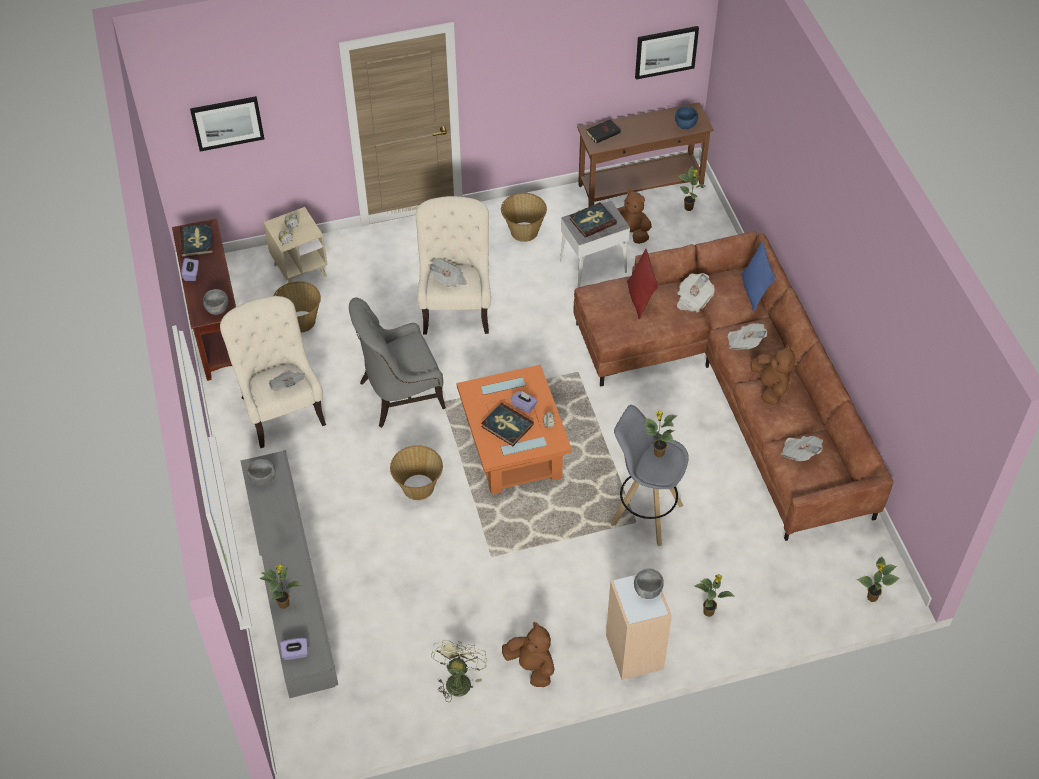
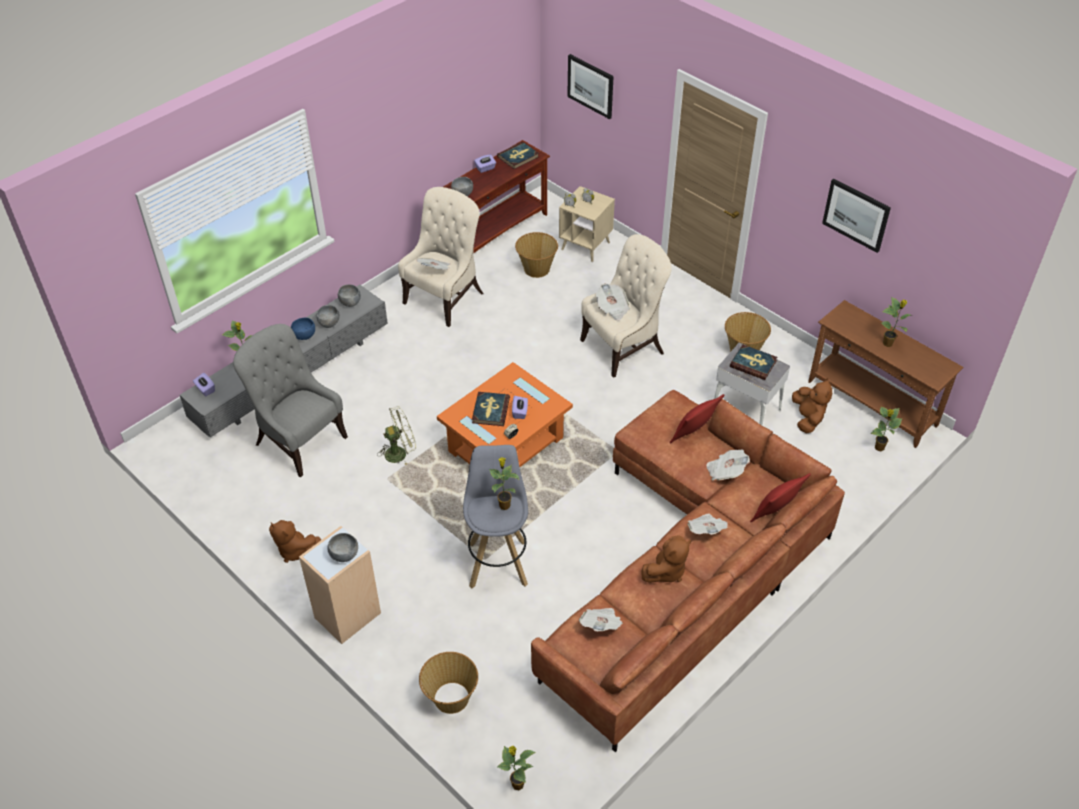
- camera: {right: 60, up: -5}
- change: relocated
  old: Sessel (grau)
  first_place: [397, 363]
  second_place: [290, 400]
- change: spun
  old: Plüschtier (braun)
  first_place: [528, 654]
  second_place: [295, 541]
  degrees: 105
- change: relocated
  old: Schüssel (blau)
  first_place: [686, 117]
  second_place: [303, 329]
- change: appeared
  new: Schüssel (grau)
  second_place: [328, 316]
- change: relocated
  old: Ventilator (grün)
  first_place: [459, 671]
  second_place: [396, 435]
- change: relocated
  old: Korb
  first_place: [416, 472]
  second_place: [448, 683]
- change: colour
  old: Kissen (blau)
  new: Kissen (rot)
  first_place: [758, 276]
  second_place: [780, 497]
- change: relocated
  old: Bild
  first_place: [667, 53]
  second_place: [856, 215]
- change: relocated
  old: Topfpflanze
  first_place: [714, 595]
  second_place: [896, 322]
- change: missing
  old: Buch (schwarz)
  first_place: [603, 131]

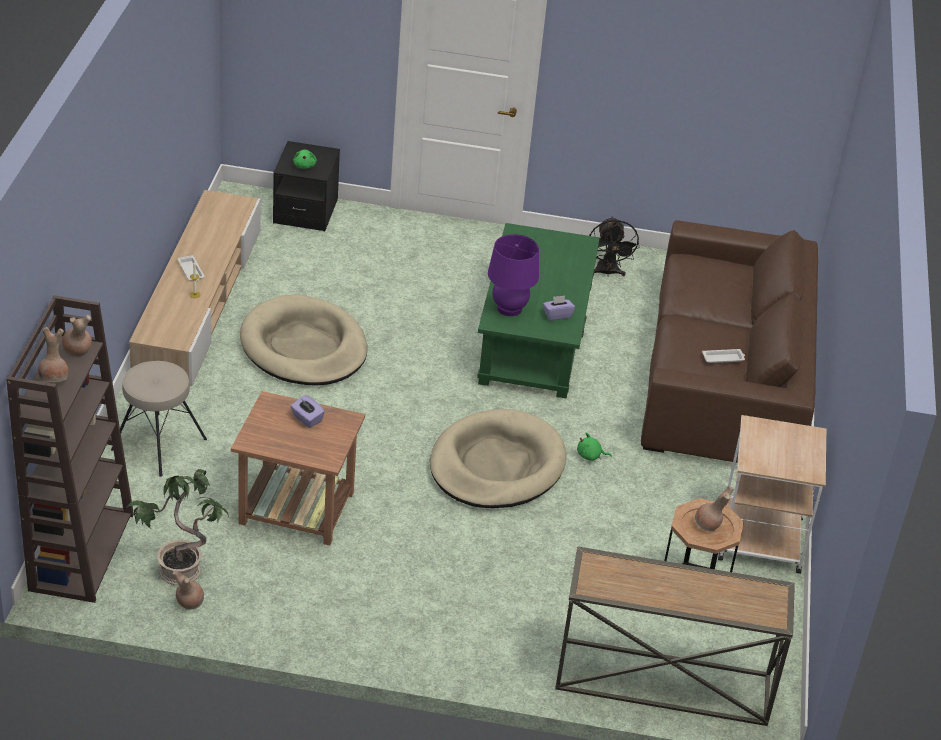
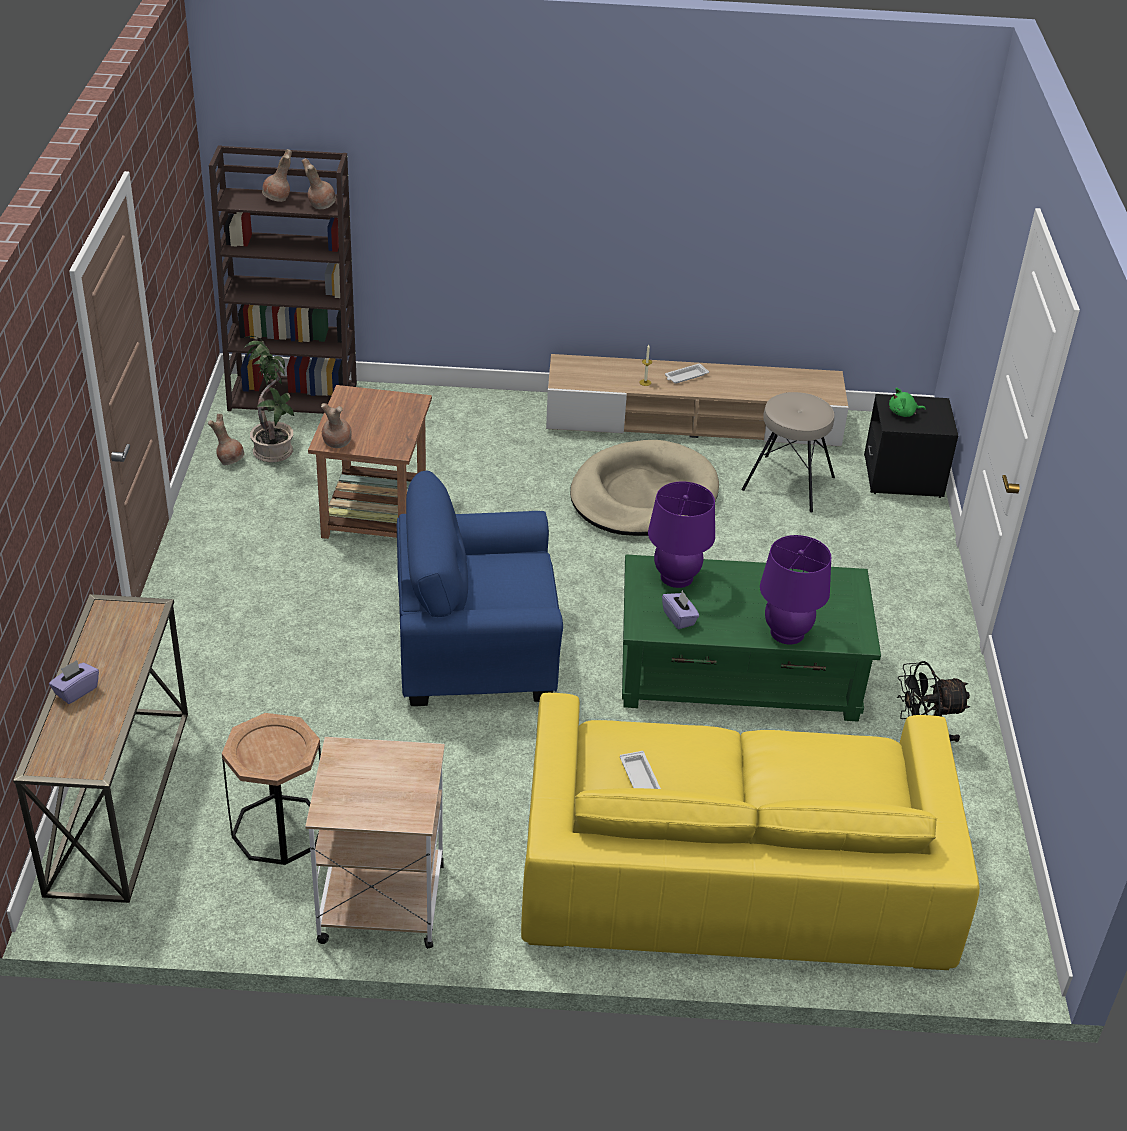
- camera: {right: 85, up: 0}
- change: relocated
  old: Taschentuchbox (lila)
  first_place: [307, 411]
  second_place: [74, 682]
- change: relocated
  old: Vase (braun)
  first_place: [714, 509]
  second_place: [336, 425]
- change: exchanged
  old: Hundebett (beige)
  new: Sessel (blau)
  first_place: [498, 458]
  second_place: [480, 588]
- change: colour
  old: Sofa (braun)
  new: Sofa (gelb)
  first_place: [729, 341]
  second_place: [750, 831]
- change: relocated
  old: Hocker (beige)
  first_place: [159, 419]
  second_place: [788, 452]
- change: appeared
  new: Tischlampe (lila)
  second_place: [795, 590]
- change: missing
  old: Plüschtier (grün)
  first_place: [594, 446]

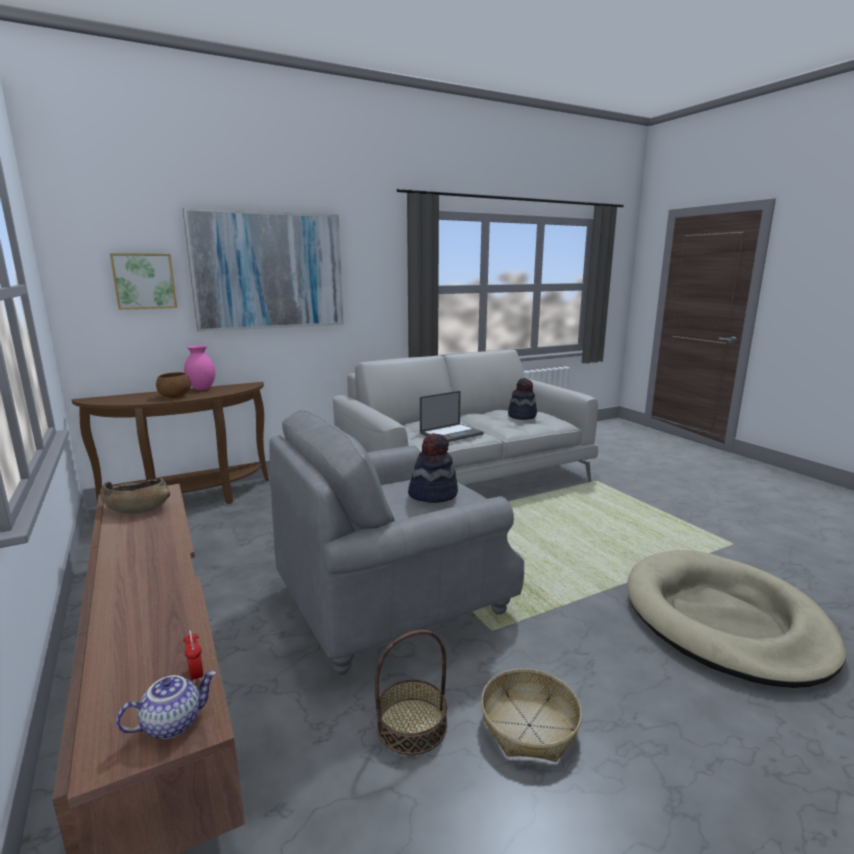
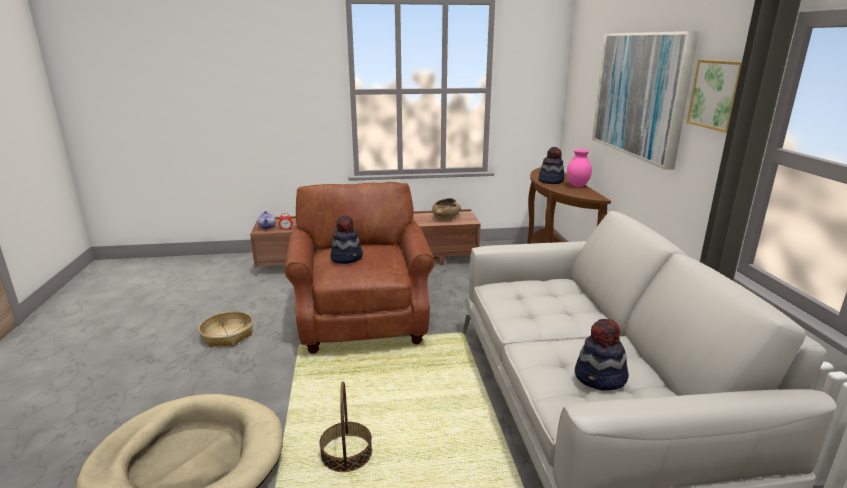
- camera: {right: 110, up: 5}
- change: colour
  old: Sessel (grau)
  new: Sessel (braun)
  first_place: [396, 542]
  second_place: [360, 268]
- change: relocated
  old: Korb
  first_place: [411, 692]
  second_place: [345, 426]
- change: exchanged
  old: Schüssel (braun)
  new: Hut
  first_place: [173, 385]
  second_place: [552, 165]
- change: relocated
  old: Bild
  first_place: [143, 281]
  second_place: [714, 96]
- change: missing
  old: Laptop
  first_place: [452, 416]

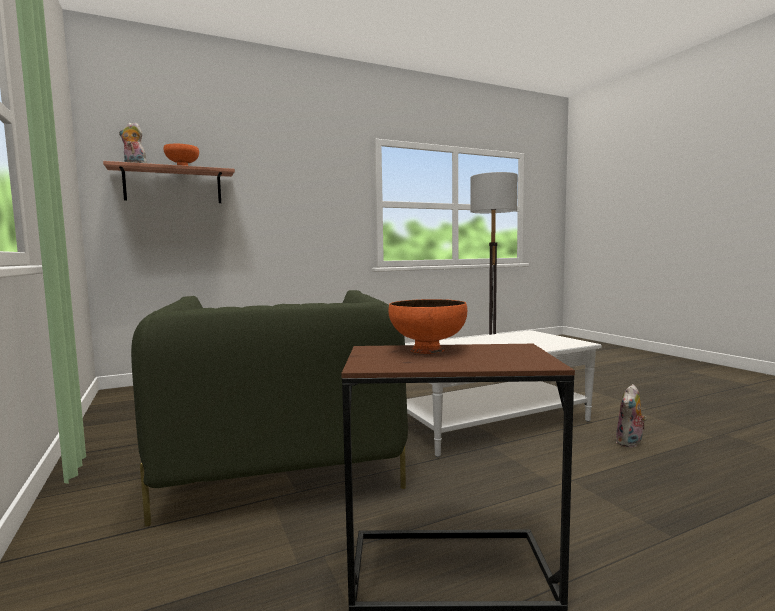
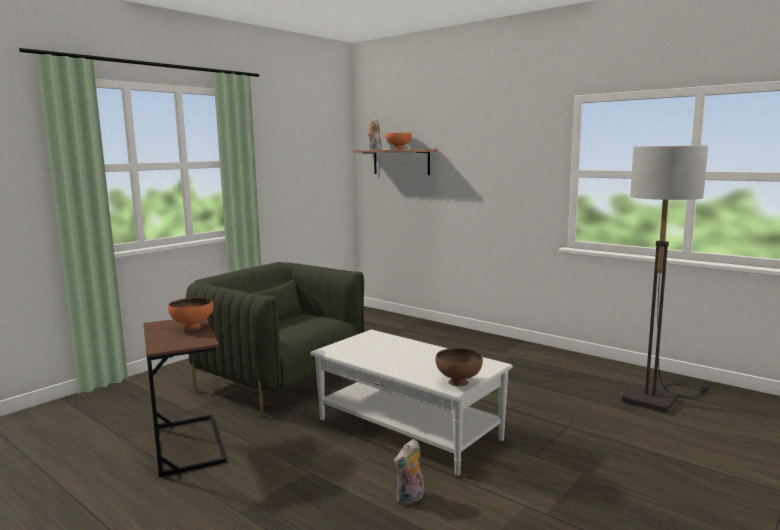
- camera: {right: 65, up: 5}
- change: spun
  old: Sessel (grün)
  first_place: [269, 408]
  second_place: [275, 339]
  degrees: 75
- change: spun
  old: Plüschtier
  first_place: [631, 415]
  second_place: [409, 472]
  degrees: -60
- change: appeared
  new: Schüssel (braun)
  second_place: [459, 367]

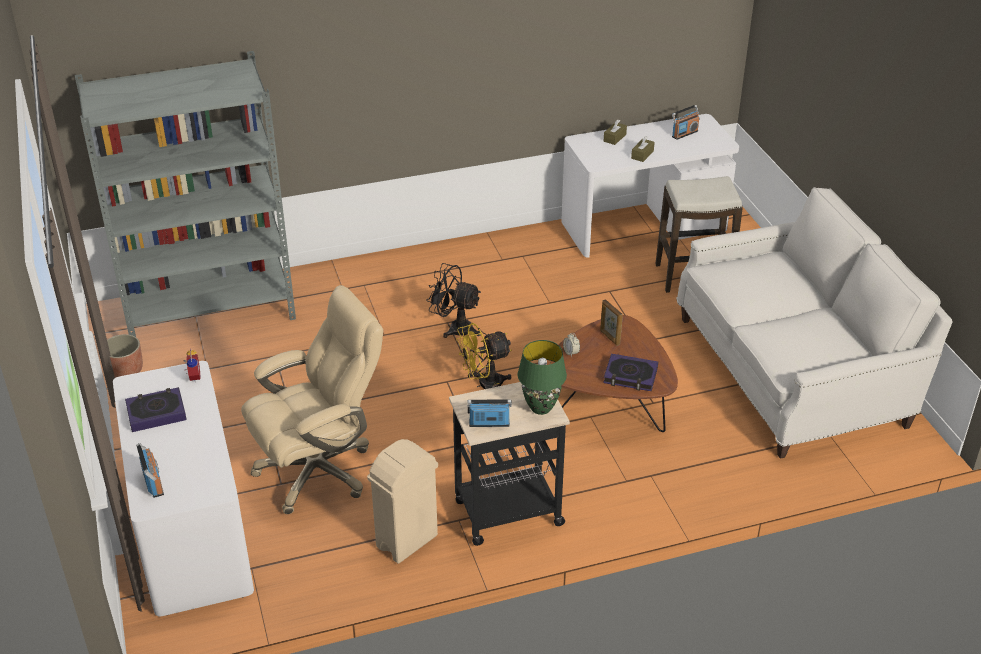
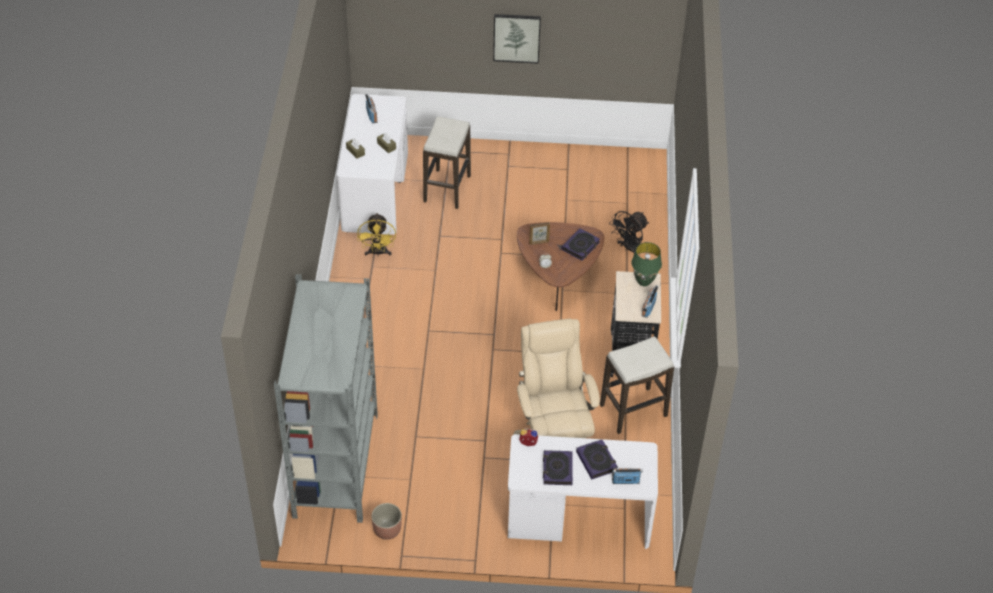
- camera: {right: -70, up: 10}
- change: relocated
  old: Ventilator (gelb)
  first_place: [484, 356]
  second_place: [376, 234]
- change: appeared
  new: Bild
  second_place: [517, 39]
- change: appeared
  new: Buch
  second_place: [597, 460]
- change: exchanged
  old: Mülleimer (beige)
  new: Hocker
  first_place: [402, 501]
  second_place: [637, 385]
- change: relocated
  old: Ventilator (schwarz)
  first_place: [453, 300]
  second_place: [629, 232]
- change: missing
  old: Sofa (weiß)
  first_place: [814, 323]

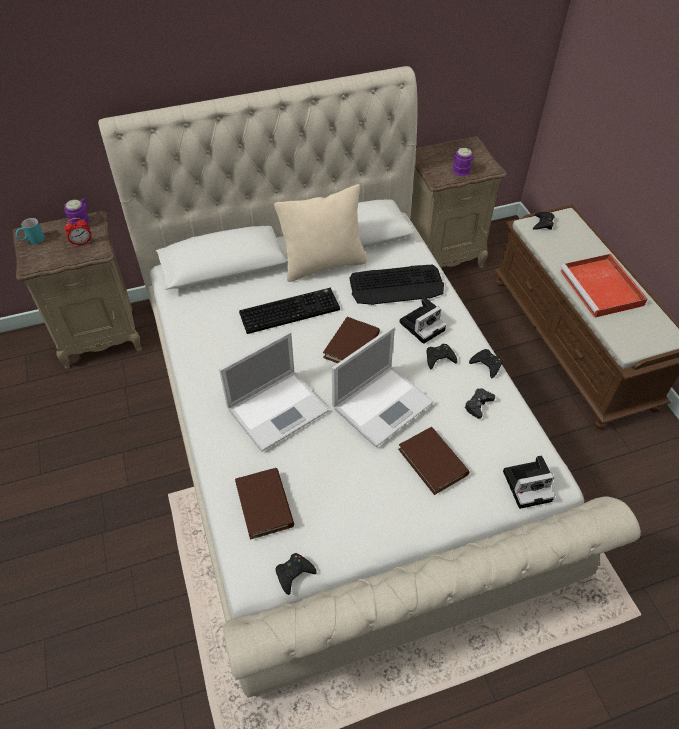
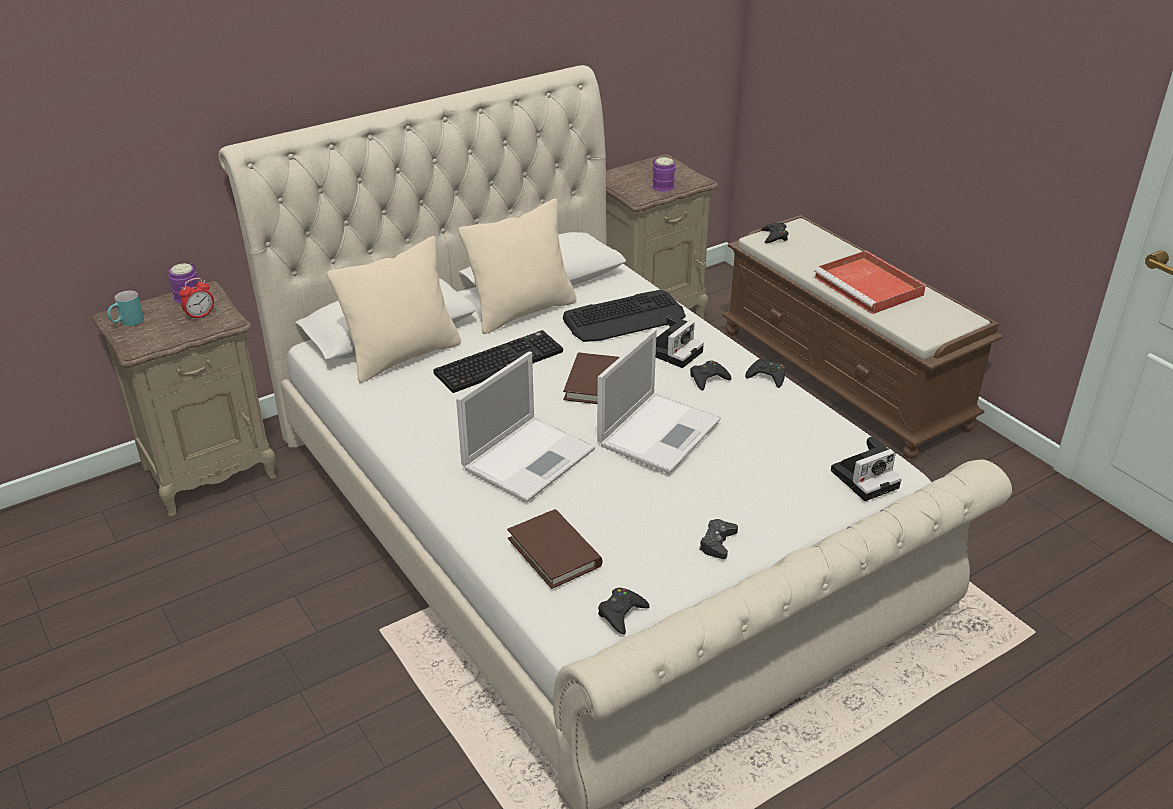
- camera: {right: -15, up: -15}
- change: appeared
  new: Kissen (beige)
  second_place: [394, 309]
- change: relocated
  old: Gamepad (schwarz)
  first_place: [479, 403]
  second_place: [718, 539]
- change: missing
  old: Buch (braun)
  first_place: [433, 461]

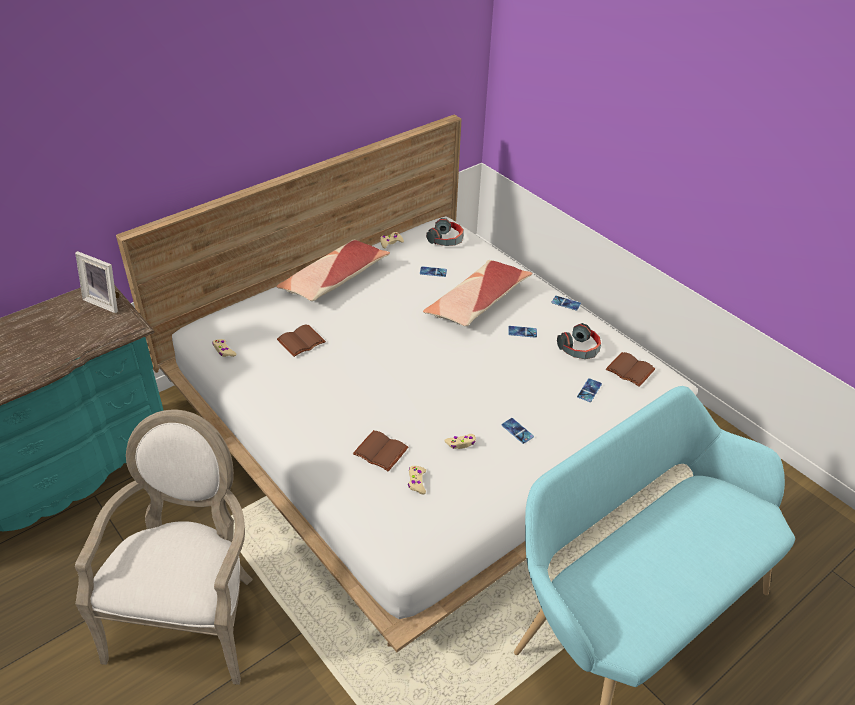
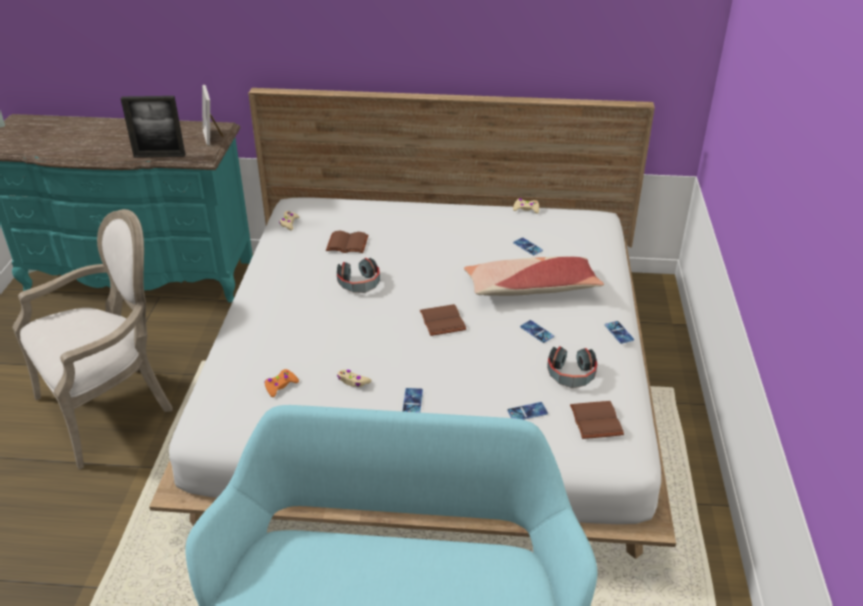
- camera: {right: 45, up: -5}
- change: appeared
  new: Bilderrahmen
  second_place: [153, 127]
- change: colour
  old: Gamepad (beige)
  new: Gamepad (orange)
  first_place: [417, 480]
  second_place: [281, 383]
- change: relocated
  old: Kopfhörer
  first_place: [445, 232]
  second_place: [358, 275]
- change: relocated
  old: Buch (braun)
  first_place: [380, 450]
  second_place: [443, 320]
- change: missing
  old: Kissen
  first_place: [333, 270]

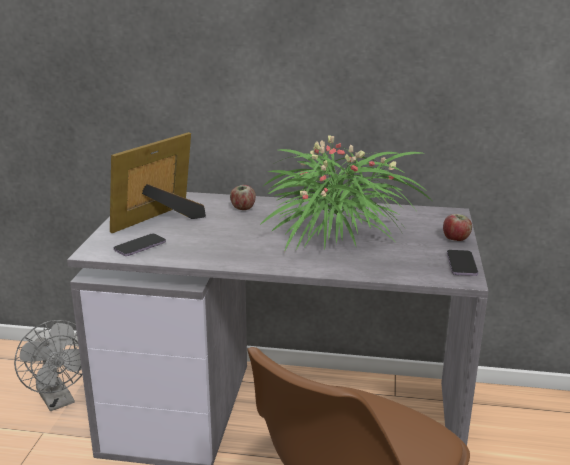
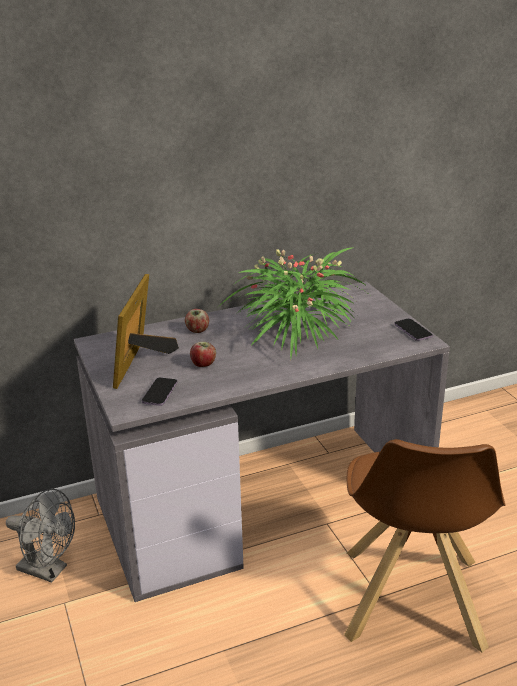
- camera: {right: -30, up: 5}
- change: relocated
  old: Apfel
  first_place: [457, 227]
  second_place: [203, 354]

